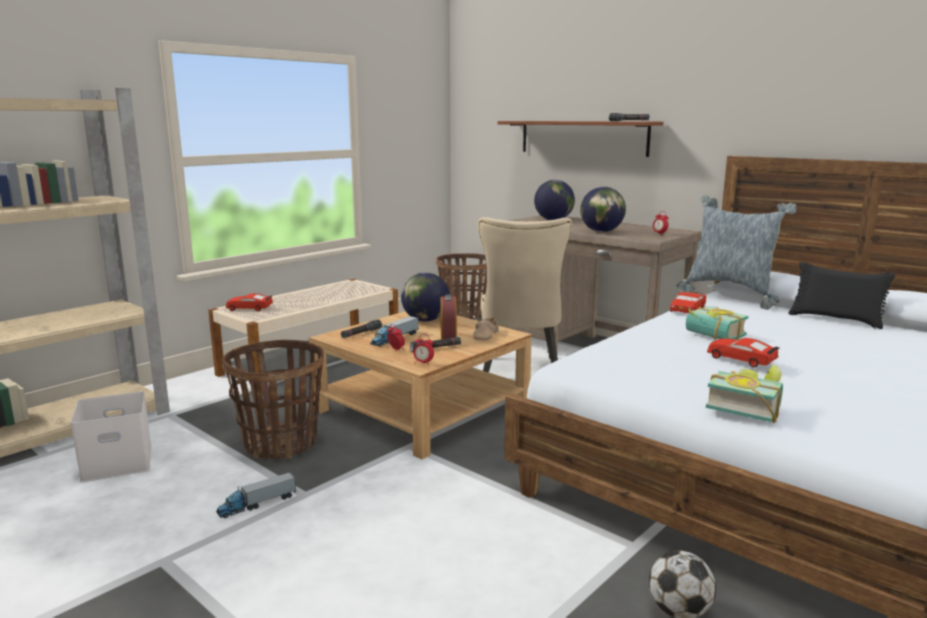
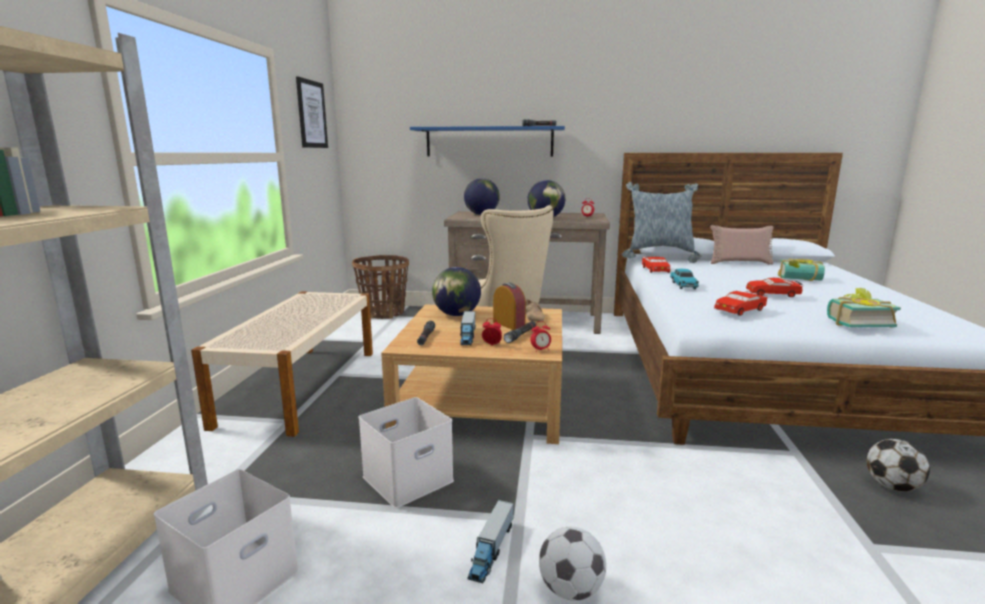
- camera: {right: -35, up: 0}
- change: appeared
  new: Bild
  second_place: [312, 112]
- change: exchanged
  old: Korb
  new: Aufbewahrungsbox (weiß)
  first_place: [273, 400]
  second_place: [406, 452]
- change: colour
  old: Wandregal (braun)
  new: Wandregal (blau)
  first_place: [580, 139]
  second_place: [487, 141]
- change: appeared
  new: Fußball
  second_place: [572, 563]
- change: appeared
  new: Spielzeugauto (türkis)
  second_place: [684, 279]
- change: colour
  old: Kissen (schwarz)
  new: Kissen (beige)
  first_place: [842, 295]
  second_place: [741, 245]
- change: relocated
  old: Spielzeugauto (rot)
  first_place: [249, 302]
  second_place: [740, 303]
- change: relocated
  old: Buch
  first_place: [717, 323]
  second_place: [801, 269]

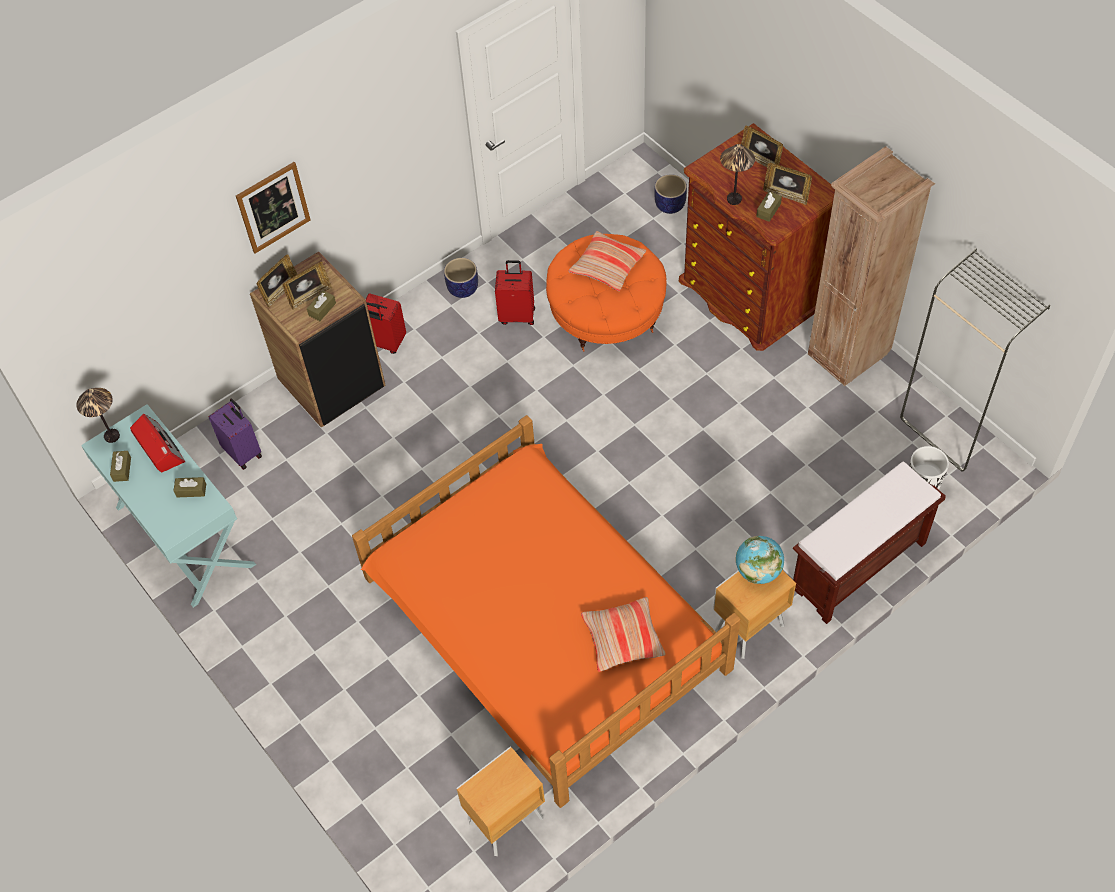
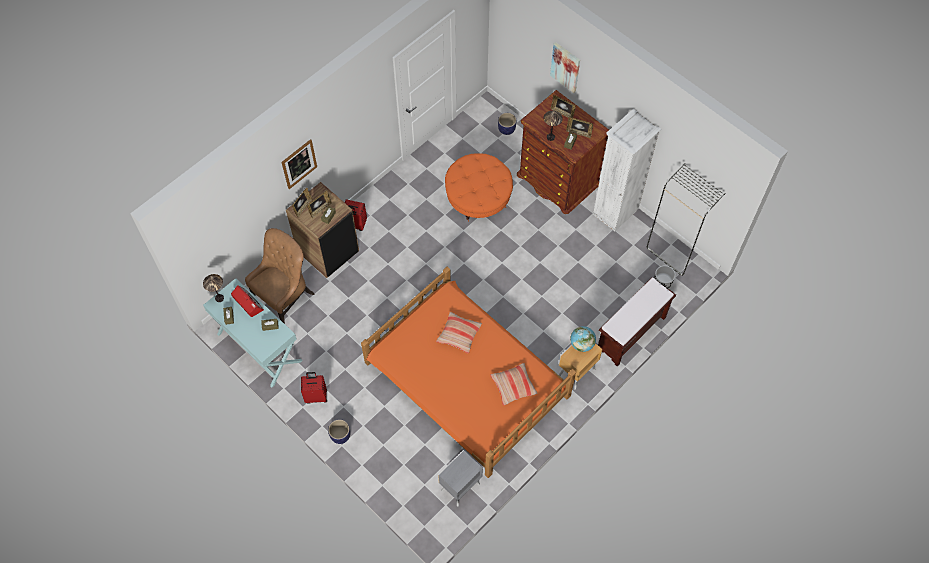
- camera: {right: -10, up: 5}
- change: exchanged
  old: Koffer (lila)
  new: Stuhl (braun)
  first_place: [235, 434]
  second_place: [280, 276]
- change: relocated
  old: Koffer (rot)
  first_place: [515, 292]
  second_place: [314, 387]
- change: relocated
  old: Pflanzkübel
  first_place: [461, 278]
  second_place: [339, 431]
- change: relocated
  old: Kissen
  first_place: [607, 261]
  second_place: [459, 332]
- change: colour
  old: Nachttisch (braun)
  new: Nachttisch (grau)
  first_place: [500, 801]
  second_place: [460, 478]
- change: appeared
  new: Bild
  second_place: [565, 67]
- change: colour
  old: Schrank (braun)
  new: Schrank (weiß)
  first_place: [871, 266]
  second_place: [627, 170]

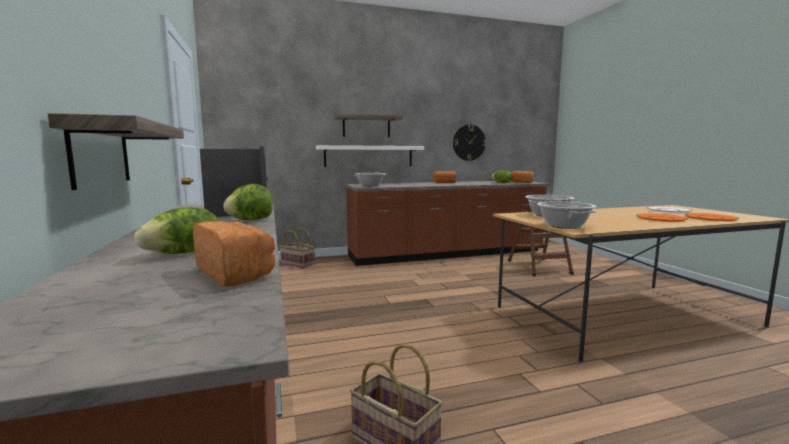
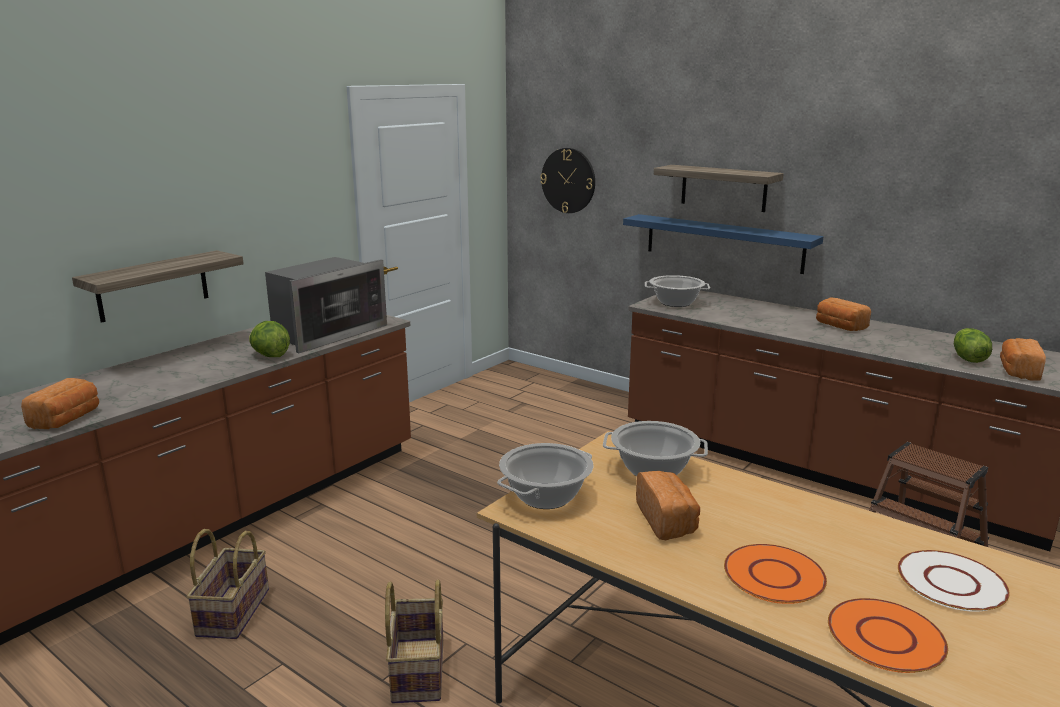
- camera: {right: 55, up: 10}
- change: relocated
  old: Korb
  first_place: [297, 248]
  second_place: [414, 641]
- change: relocated
  old: Wanduhr
  first_place: [469, 142]
  second_place: [567, 180]
- change: colour
  old: Wandregal (weiß)
  new: Wandregal (blau)
  first_place: [370, 156]
  second_place: [723, 244]
- change: appeared
  new: Brot
  second_place: [668, 505]
- change: missing
  old: Salatkopf
  first_place: [176, 230]

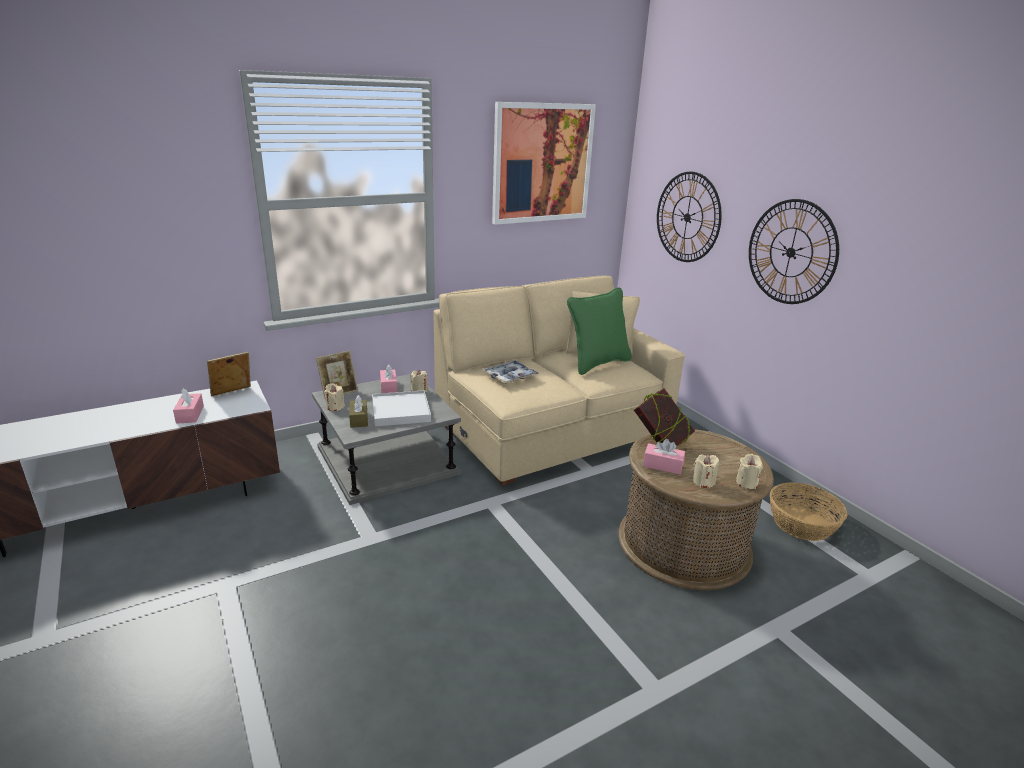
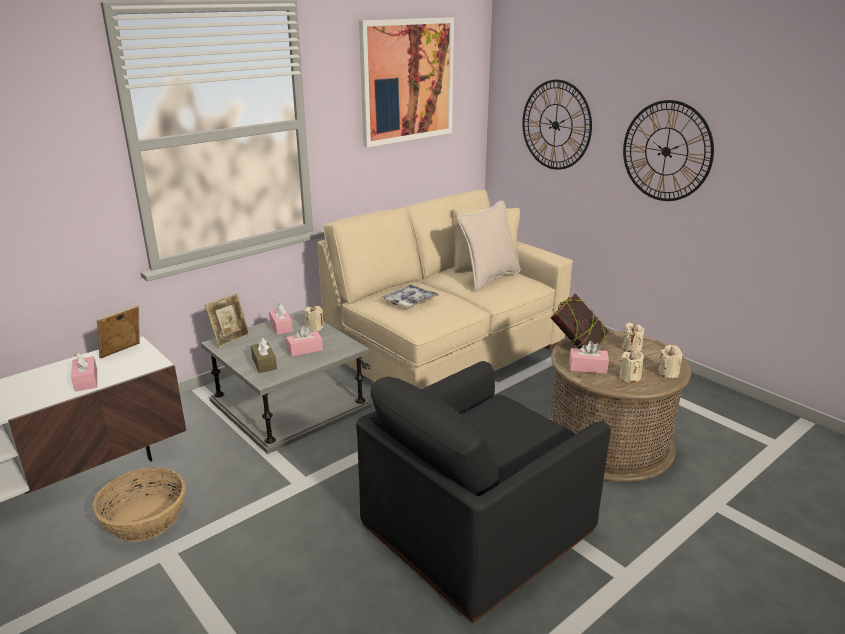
- camera: {right: -10, up: 0}
- change: relocated
  old: Korb
  first_place: [809, 511]
  second_place: [139, 504]
- change: exchanged
  old: Tablett (weiß)
  new: Taschentuchbox (rosa)
  first_place: [401, 408]
  second_place: [304, 341]
- change: appeared
  new: Sessel (schwarz)
  second_place: [483, 492]
- change: colour
  old: Kissen (grün)
  new: Kissen (beige)
  first_place: [599, 331]
  second_place: [489, 246]
- change: relocated
  old: Kerze (beige)
  first_place: [334, 397]
  second_place: [633, 337]

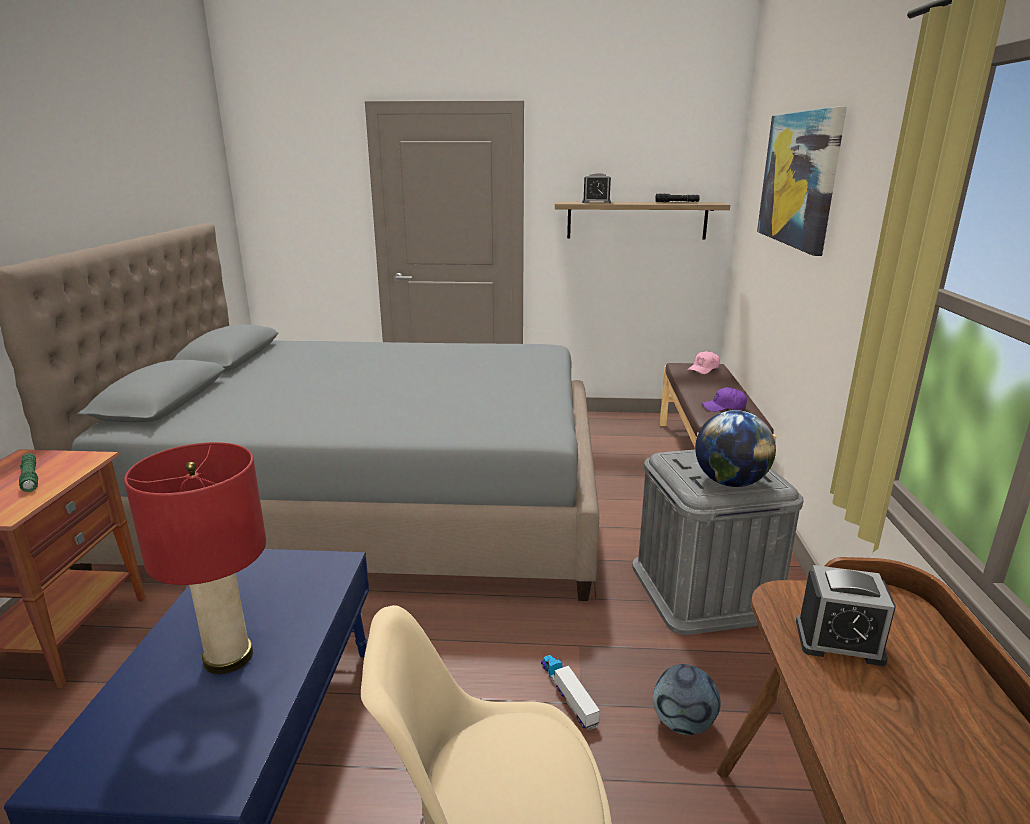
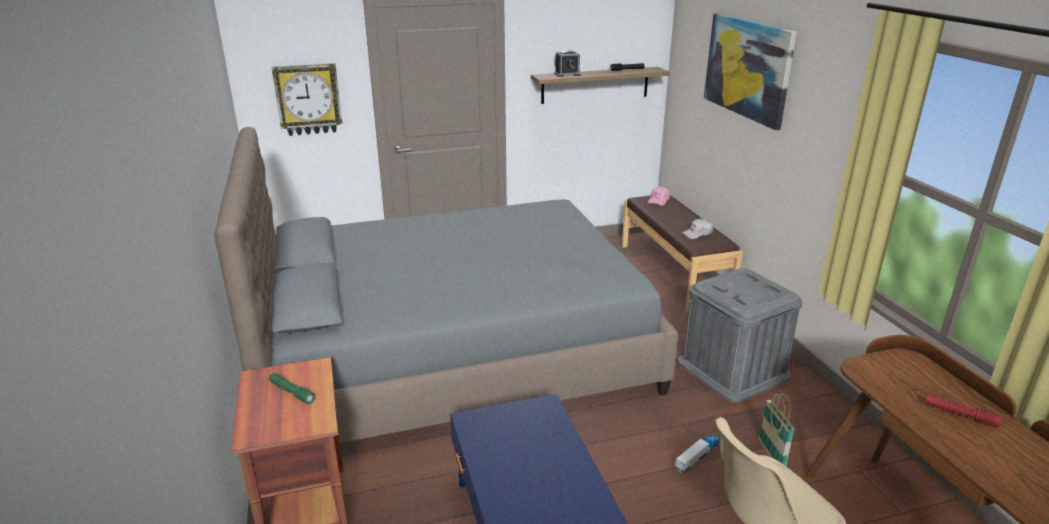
- camera: {right: -20, up: 5}
- change: appeared
  new: Wanduhr
  second_place: [307, 99]
- change: spun
  old: Spielzeuglaster
  first_place: [570, 693]
  second_place: [697, 454]
  degrees: 90
- change: colour
  old: Kappe (lila)
  new: Kappe (weiß)
  first_place: [724, 399]
  second_place: [698, 229]
- change: exchanged
  old: Fußball
  new: Korb
  first_place: [687, 699]
  second_place: [777, 430]
- change: appeared
  new: Taschenlampe (rot)
  second_place: [963, 411]
- change: missing
  old: Tischlampe (rot)
  first_place: [195, 558]
- change: missing
  old: Globus
  first_place: [735, 448]
- change: missing
  old: Wecker
  first_place: [846, 615]

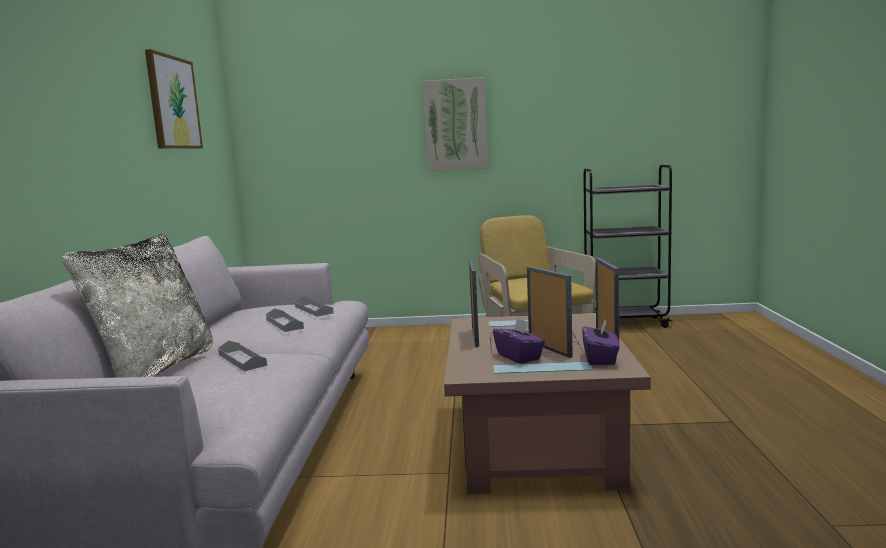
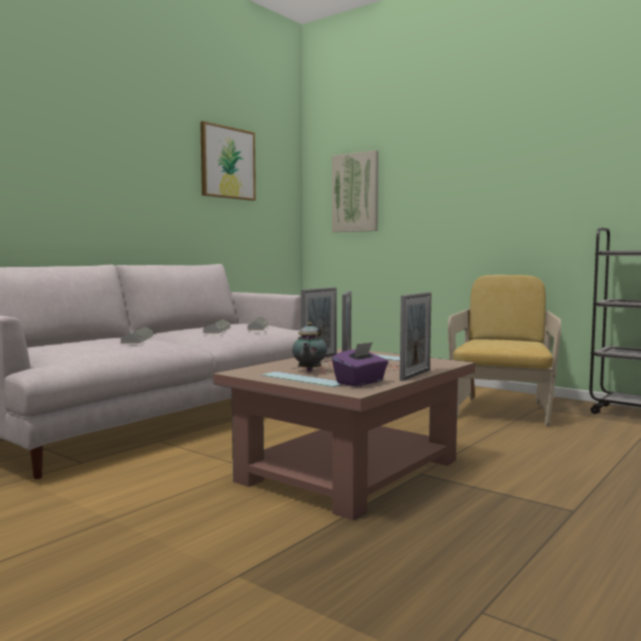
- camera: {right: 35, up: -5}
- change: exchanged
  old: Taschentuchbox (lila)
  new: Teekanne
  first_place: [519, 340]
  second_place: [309, 347]
- change: relocated
  old: Bild
  first_place: [455, 124]
  second_place: [355, 191]
- change: missing
  old: Kissen (beige)
  first_place: [137, 306]

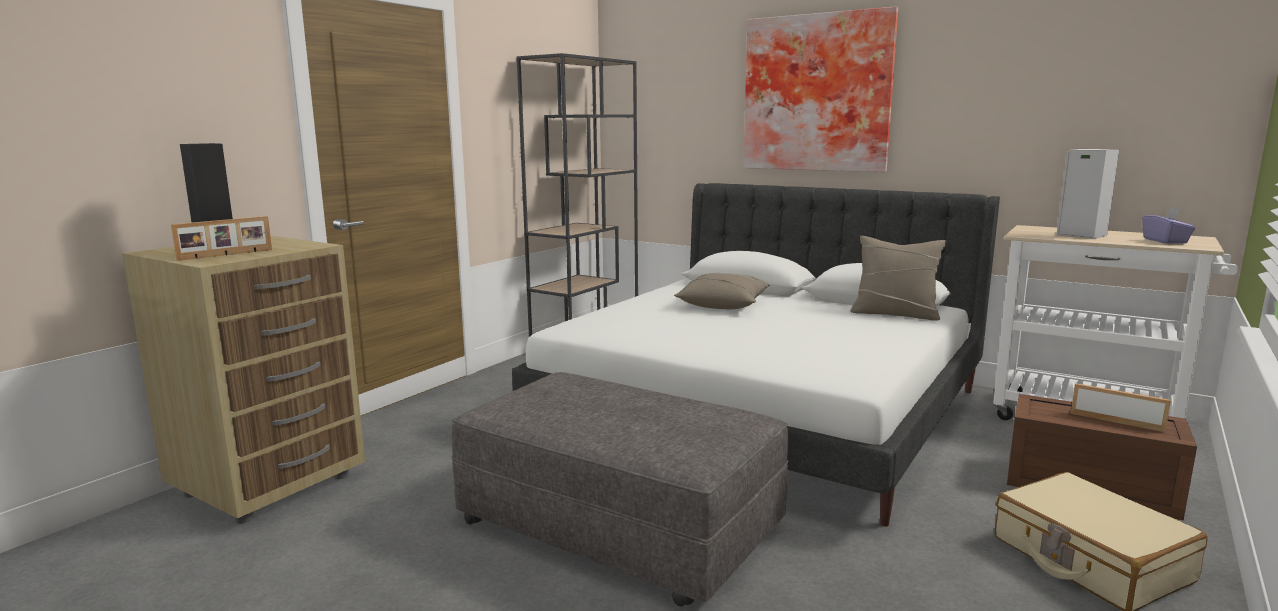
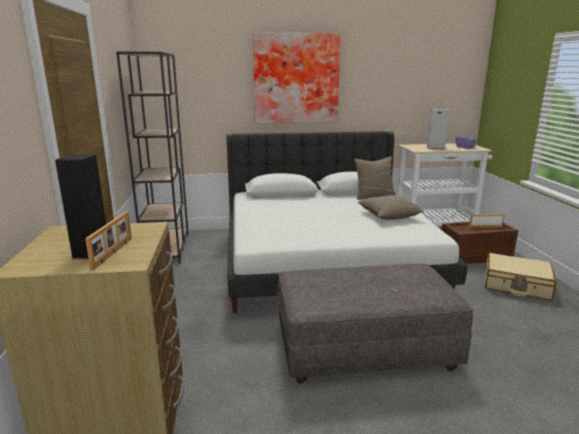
- camera: {right: -40, up: 5}
- change: relocated
  old: Kissen (beige)
  first_place: [722, 291]
  second_place: [391, 207]

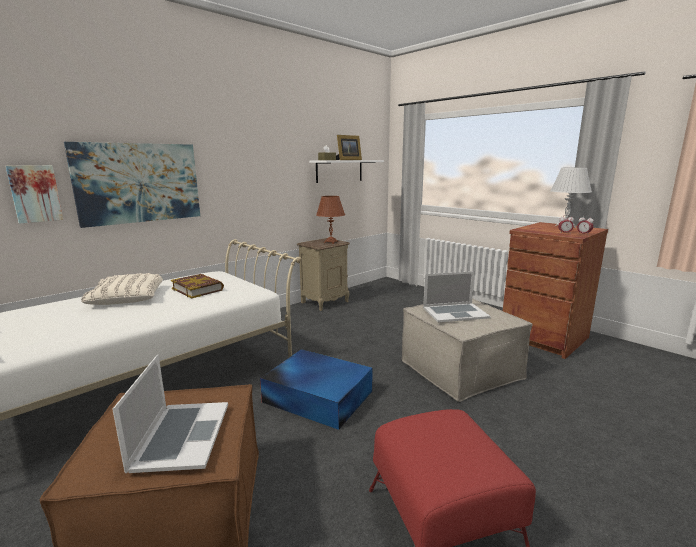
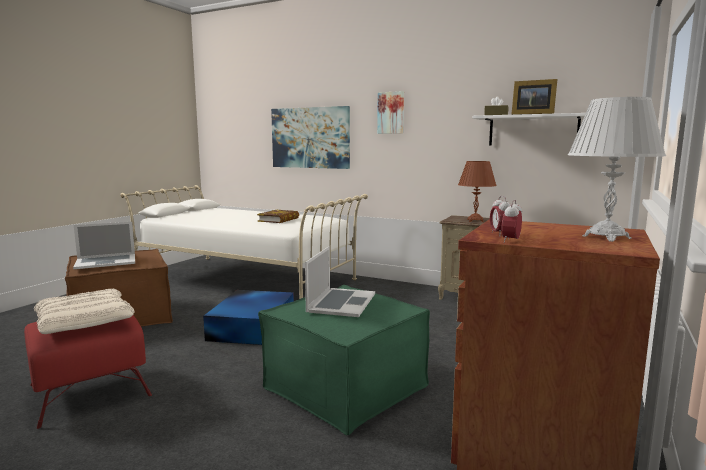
- camera: {right: 70, up: -5}
- change: relocated
  old: Kissen (beige)
  first_place: [122, 289]
  second_place: [84, 311]
- change: colour
  old: Polsterhocker (beige)
  new: Polsterhocker (grün)
  first_place: [467, 350]
  second_place: [344, 360]
- change: spun
  old: Laptop
  first_place: [457, 296]
  second_place: [340, 281]
  degrees: -135
- change: relocated
  old: Bild
  first_place: [34, 194]
  second_place: [390, 112]

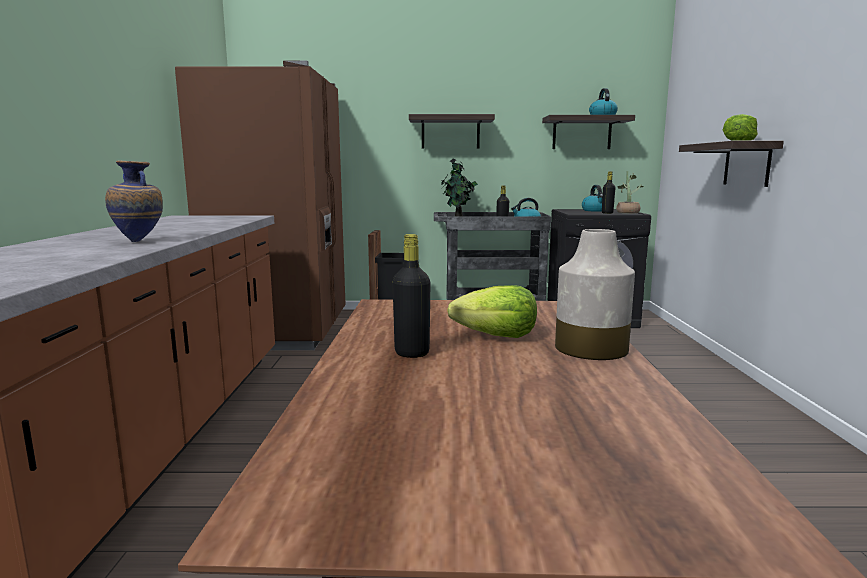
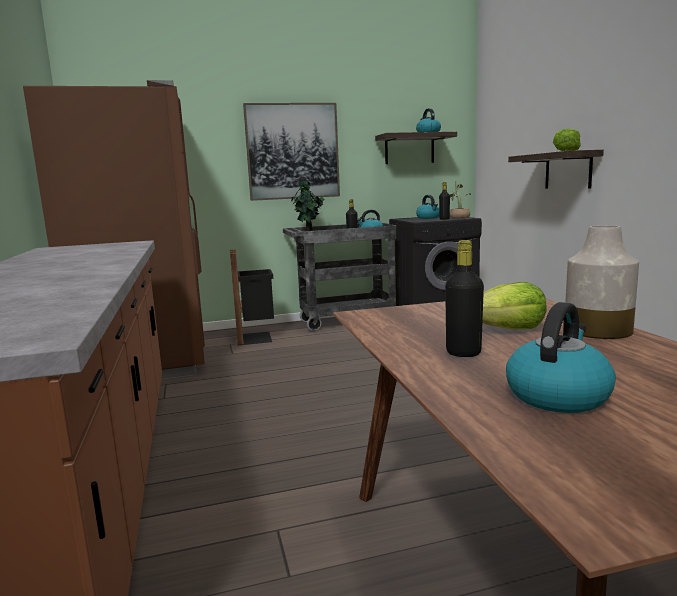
- camera: {right: -15, up: 0}
- change: exchanged
  old: Wandregal
  new: Bild
  first_place: [452, 131]
  second_place: [291, 152]
- change: appeared
  new: Wasserkessel
  second_place: [561, 357]
- change: missing
  old: Vase
  first_place: [134, 201]

